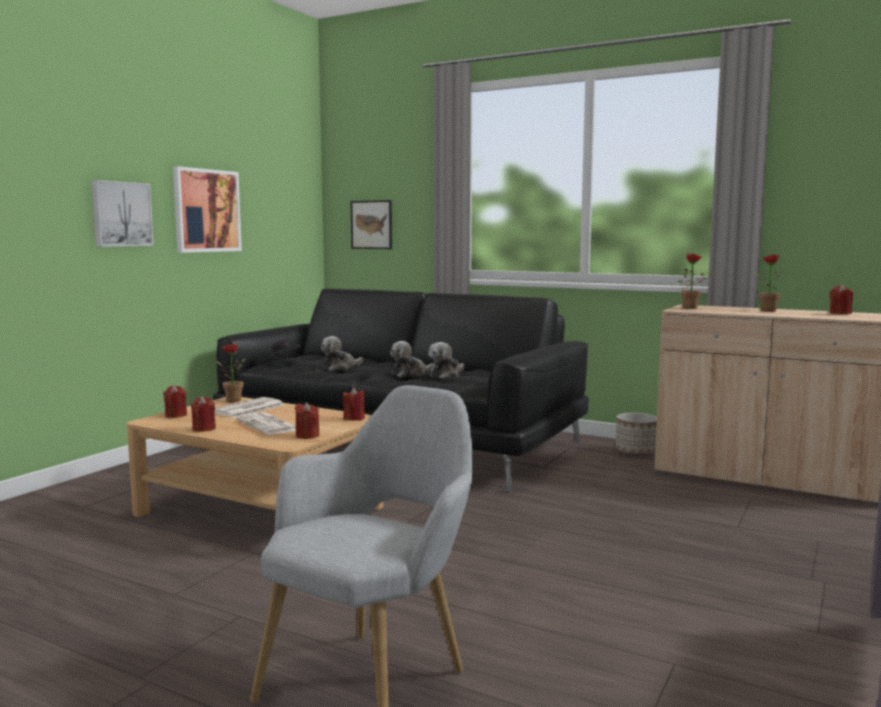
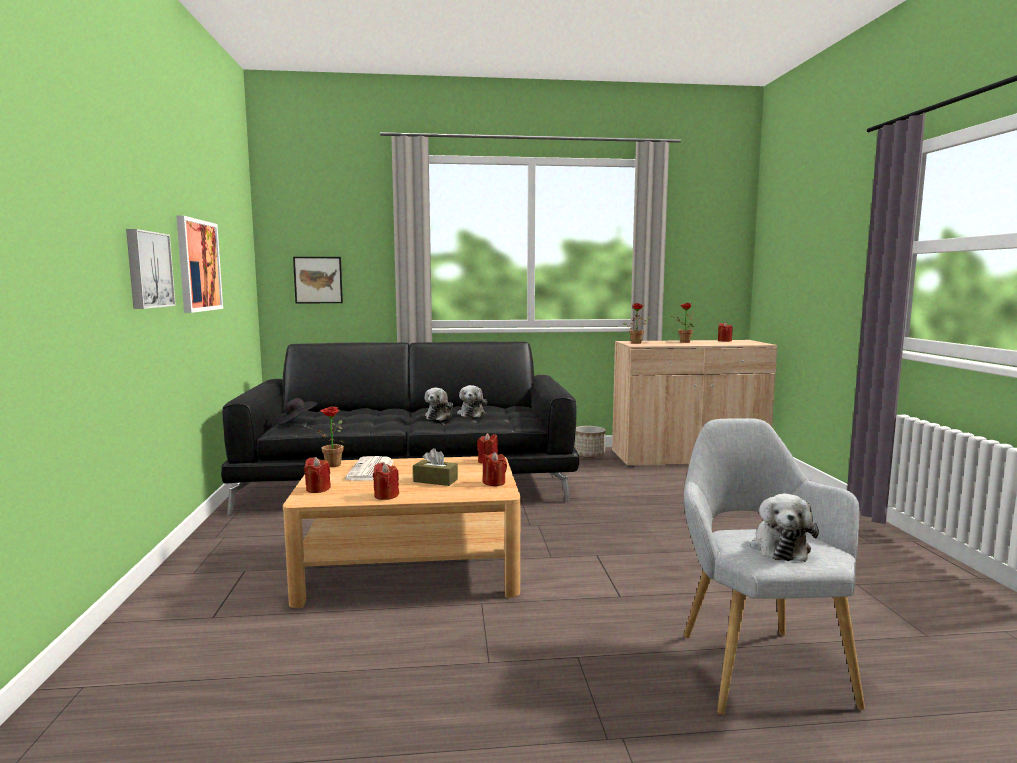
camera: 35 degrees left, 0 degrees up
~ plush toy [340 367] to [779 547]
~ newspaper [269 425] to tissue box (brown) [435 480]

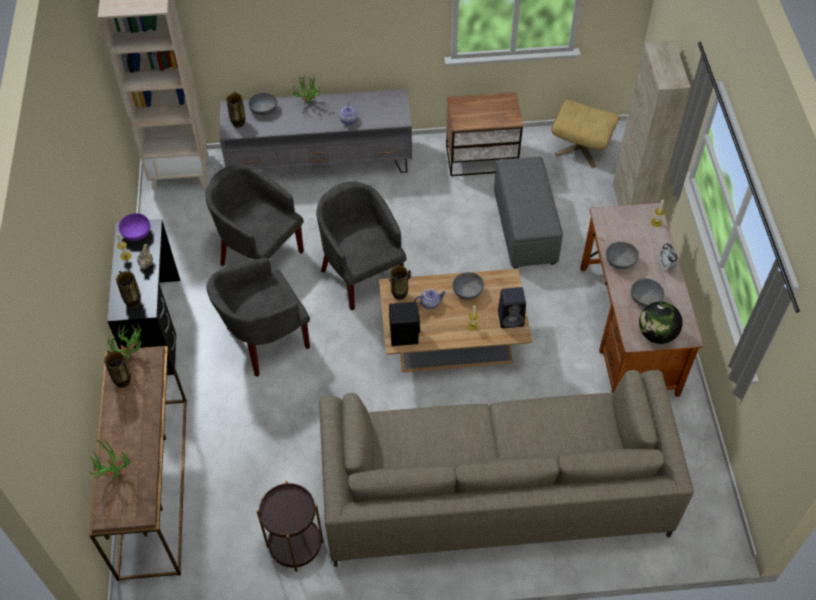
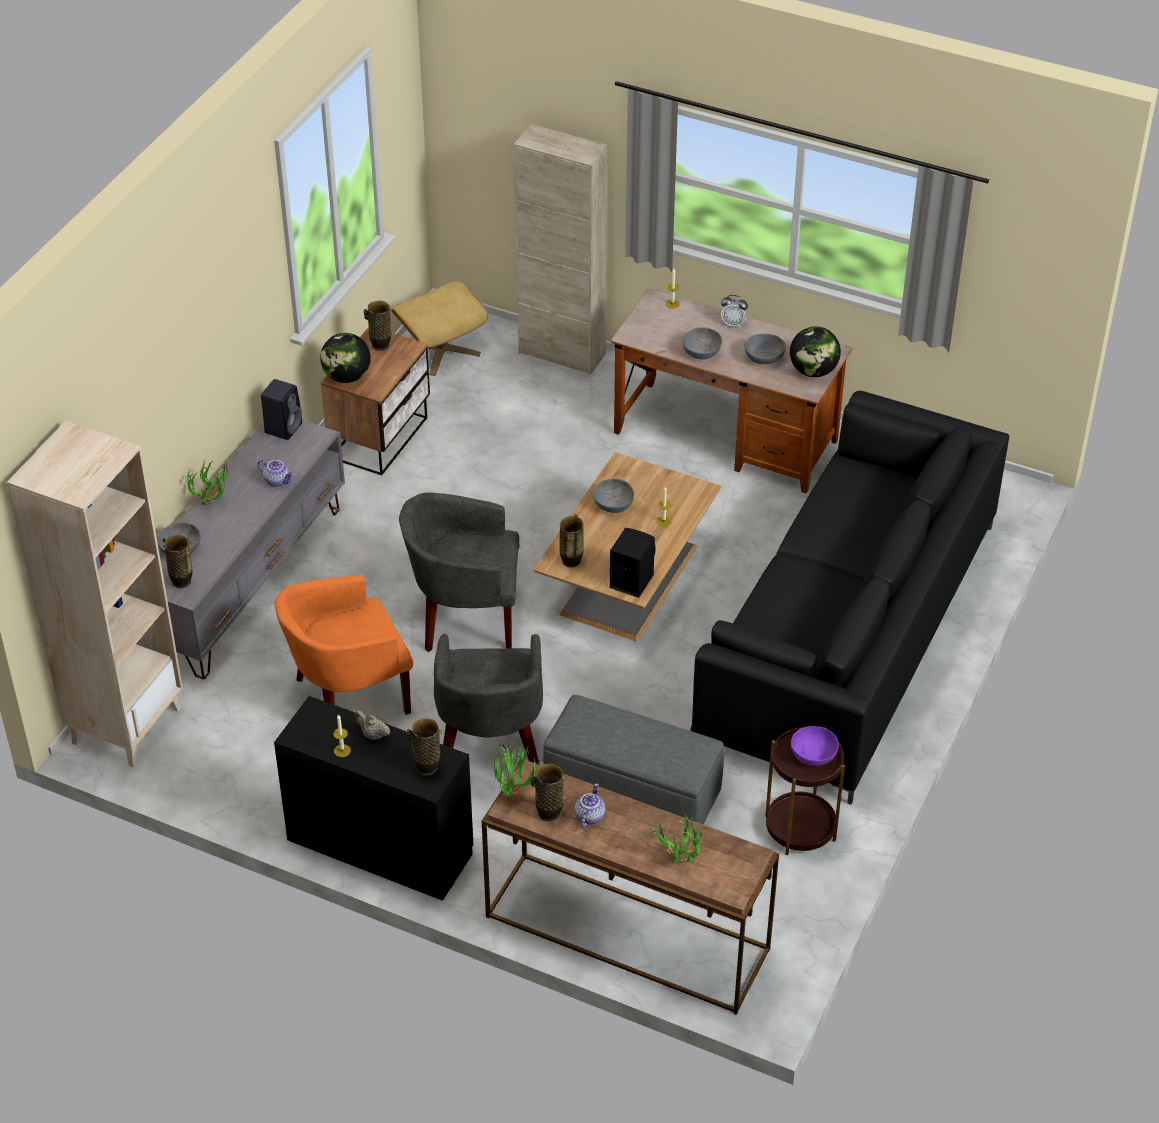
camera: 60 degrees left, 10 degrees down
~ ottoman (grey) [525 228] to [633 793]
~ armchair (grey) [260 254] to armchair (orange) [348 699]
~ bowl (purple) [136 233] to [813 755]
~ speaker (black) [511 318] to [284 427]
~ teapot [430 303] to [589 816]
~ sofa (beige) [494 491] to sofa (black) [848 633]
+ vase [380 345]
+ globe [347 377]

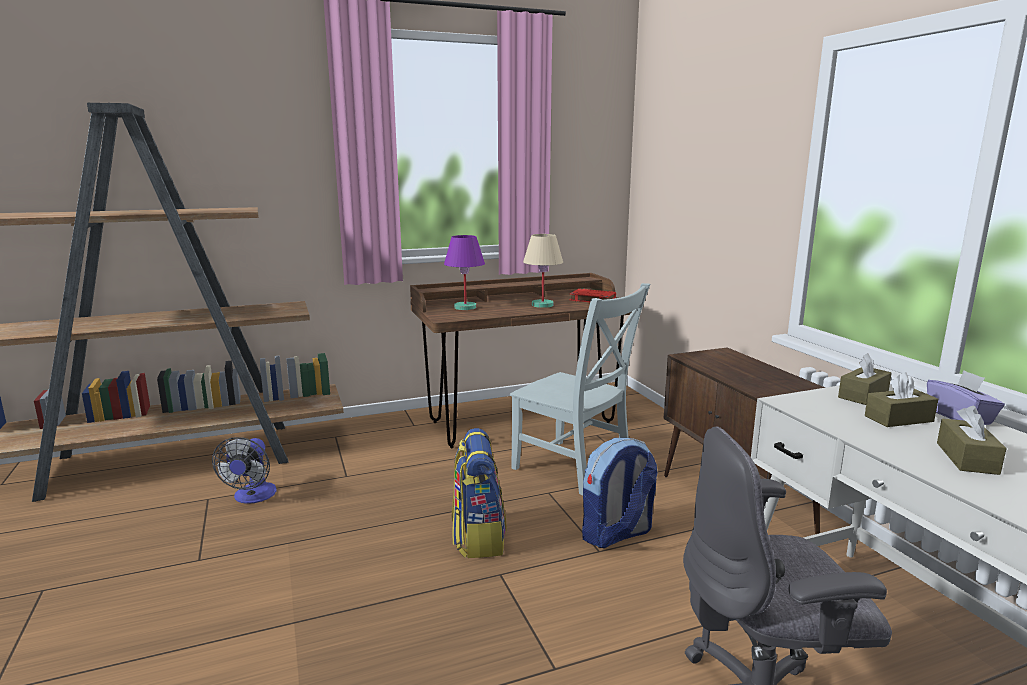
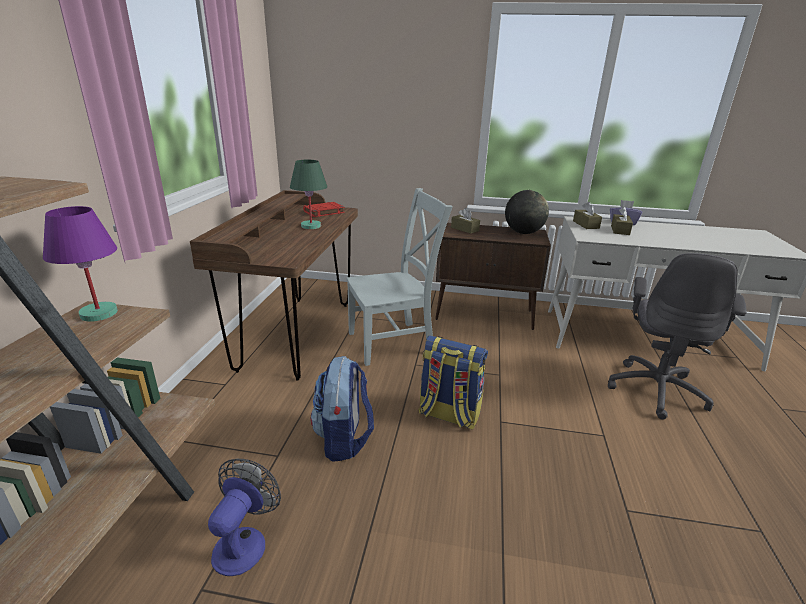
camera: 60 degrees left, 10 degrees up
~ table lamp (beige) [542 305] to table lamp (green) [310 226]
~ table lamp (purple) [465 307] to [99 314]
~ tissue box (brown) [966 458] to [464 229]
~ fan [252 497] = [244 541] 105 degrees counterclockwise
~ backpack [616 534] to [344 439]
+ globe [523 233]

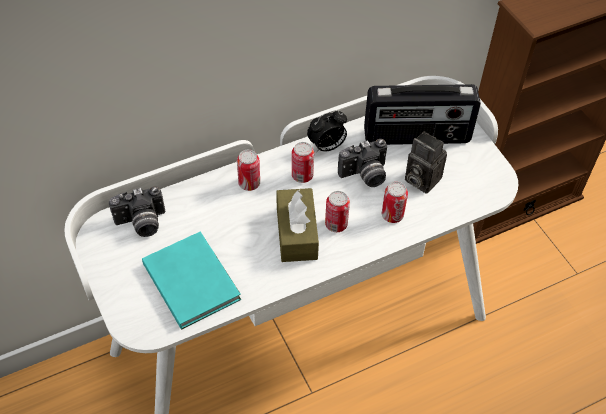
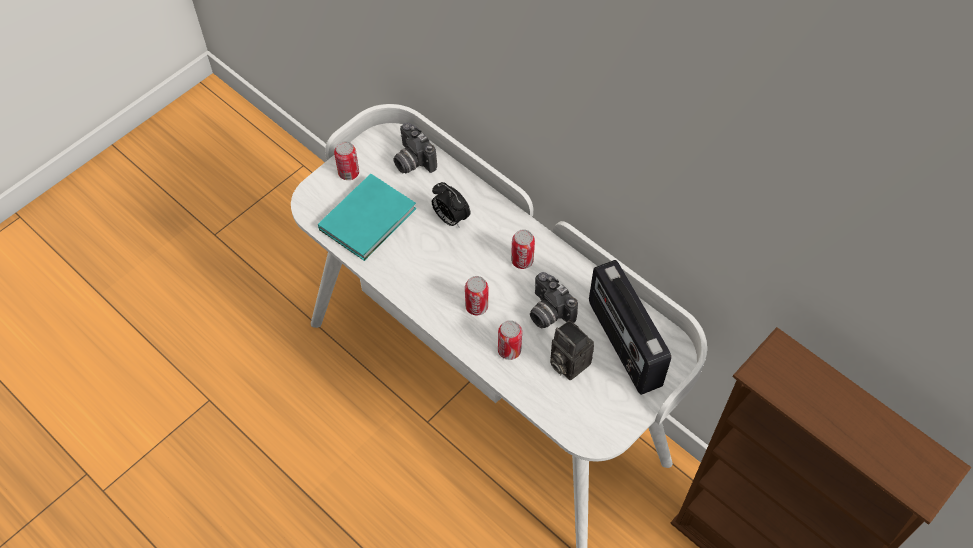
camera: 70 degrees right, 5 degrees up
~ alarm clock [327 147] to [450 218]
~ photo camera [420 179] = [567 362] 60 degrees counterclockwise
~ can [249 183] to [348 173]
- tissue box (brown) [296 233]

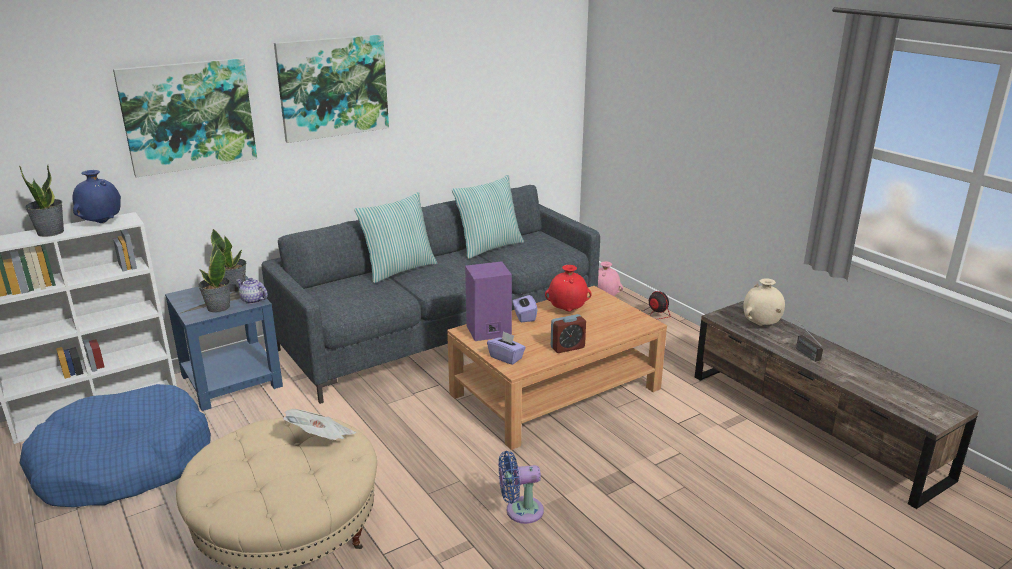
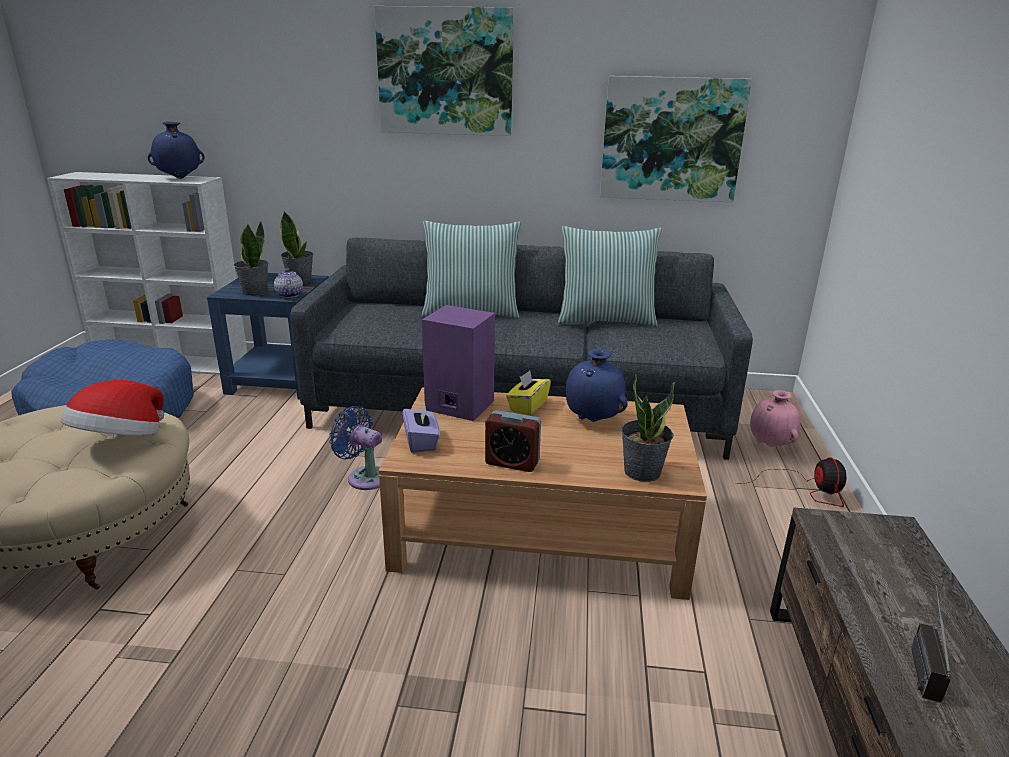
camera: 40 degrees right, 0 degrees up
~ picture [188 116] to [671 139]
~ potted plant [50 232] to [642 471]
~ vase (red) [567 310] to vase (blue) [593 420]
- vase (beige) [760 325]
~ tissue box (purple) [524 316] to tissue box (yellow) [527 406]
~ newspaper [321 439] to hat [121 441]
~ fan (blue) [520 511] to [364 477]

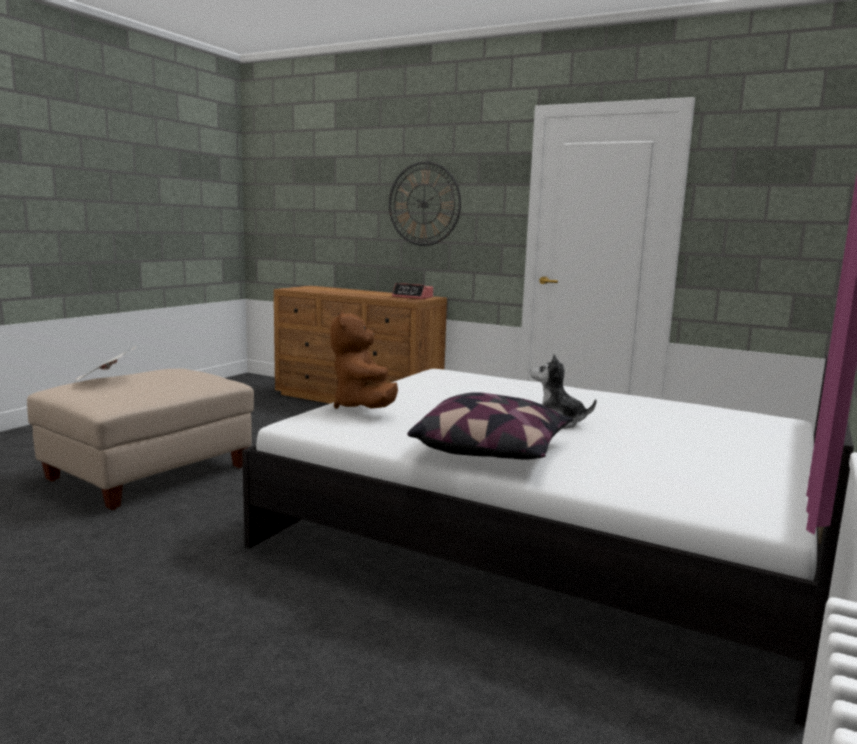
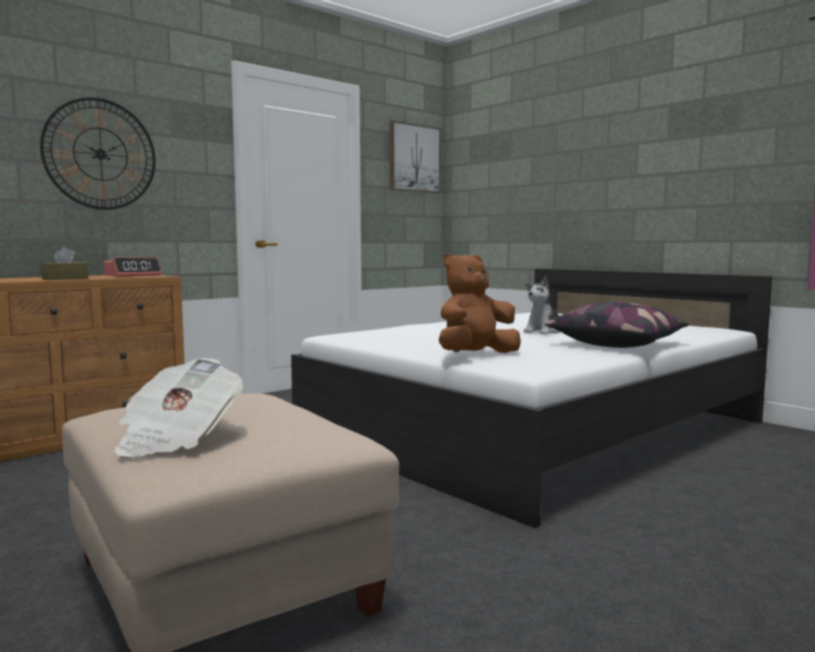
camera: 70 degrees left, 5 degrees down
~ plush toy (brown) [364 408] = [475 355] 135 degrees clockwise
+ picture [414 158]
+ tissue box (brown) [65 279]

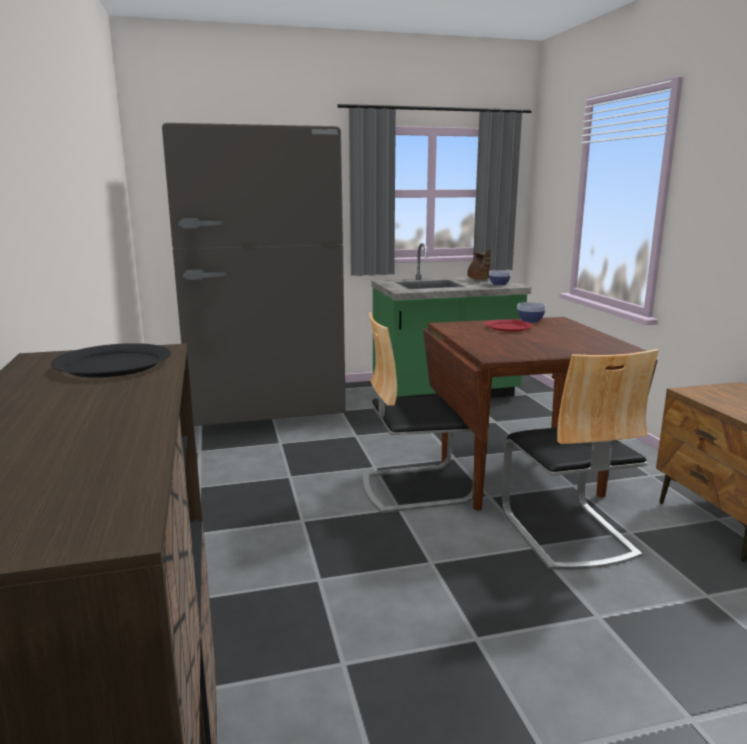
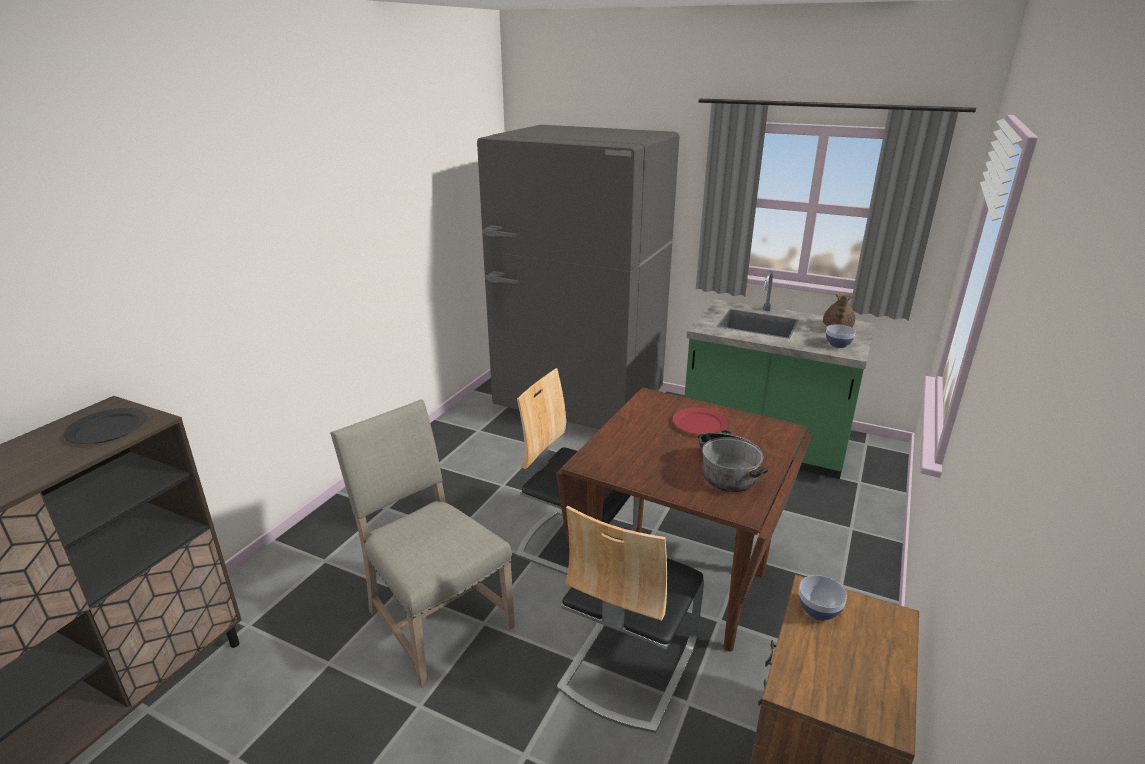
camera: 40 degrees right, 10 degrees up
~ bowl [530 321] to [818 611]
+ chair (beige) [434 618]
+ cooking pot [727 471]

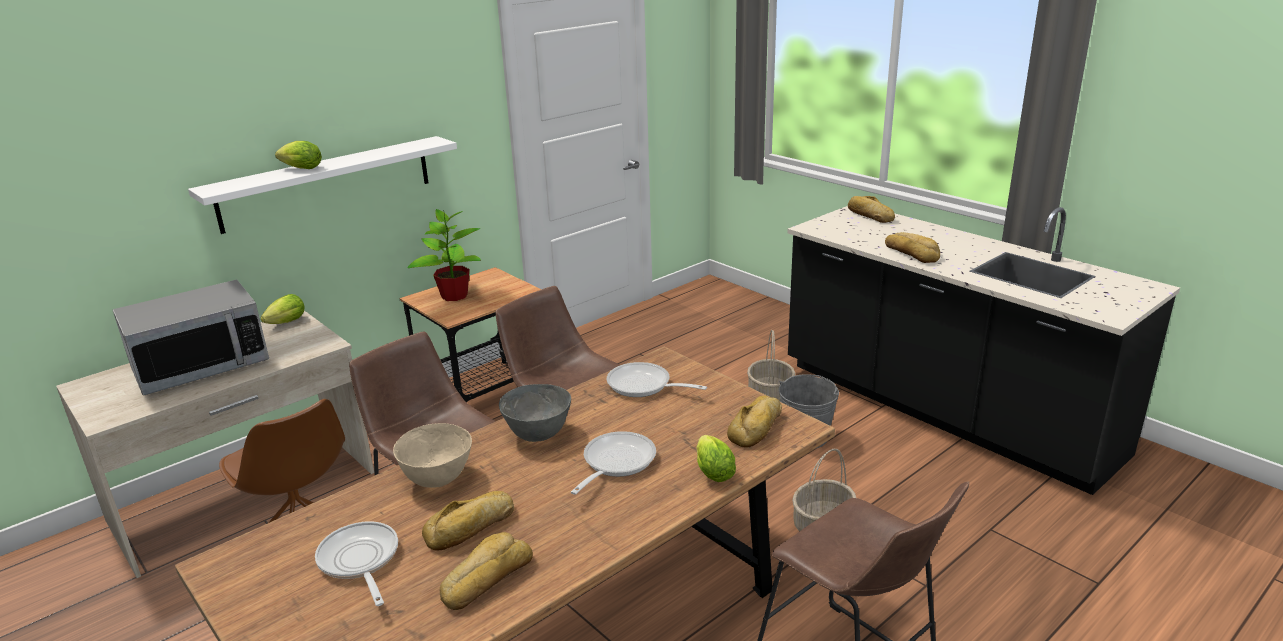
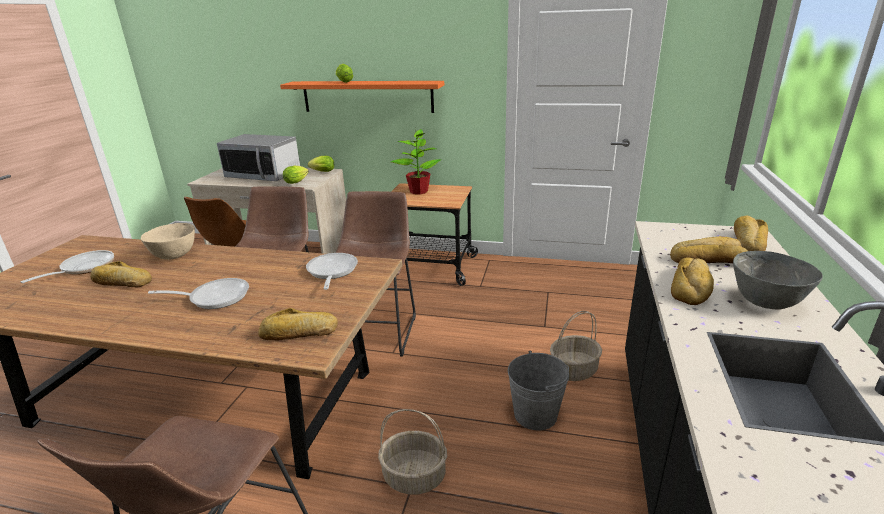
camera: 55 degrees right, 0 degrees up
~ shelf (white) [327 183] to shelf (orange) [367 96]
~ bowl (grey) [538 435] to [765 303]
~ lettuce [712 470] to [297 182]
~ bread [485 578] to [707 259]

